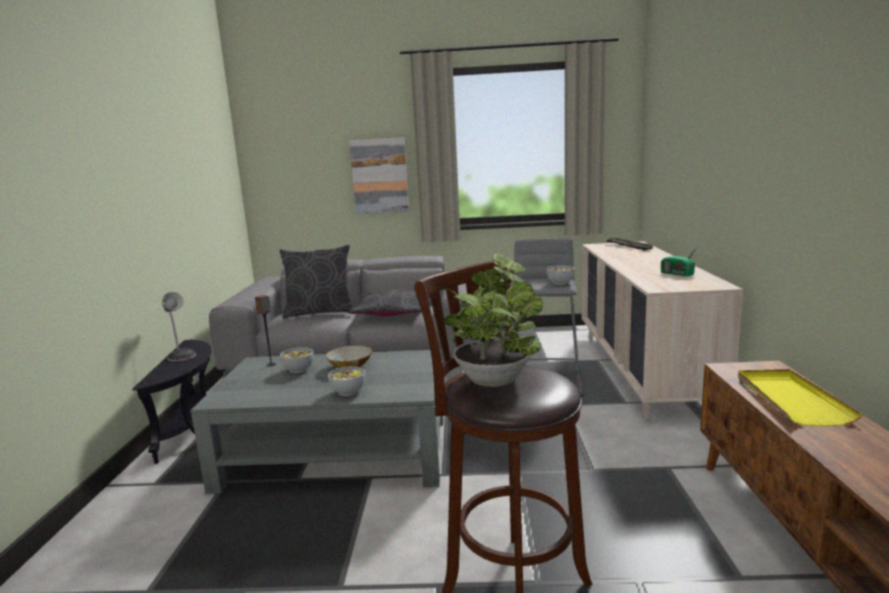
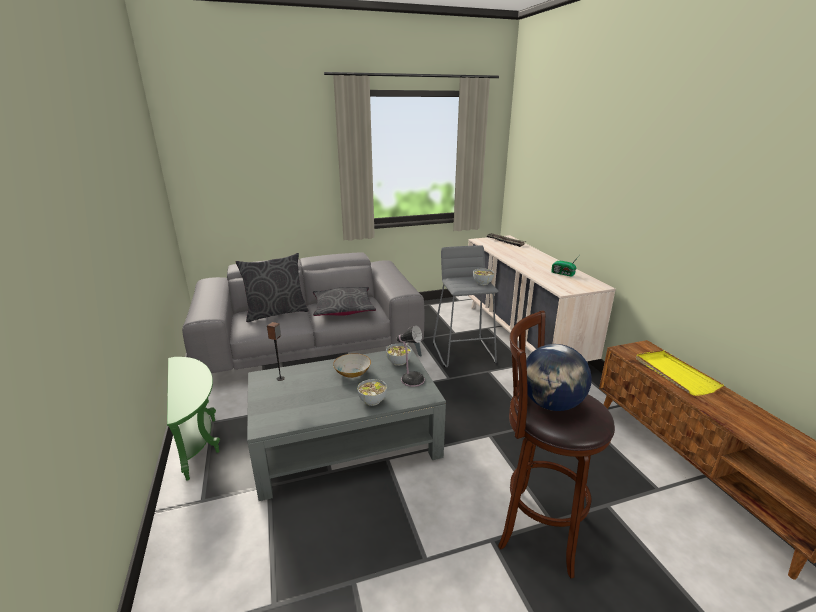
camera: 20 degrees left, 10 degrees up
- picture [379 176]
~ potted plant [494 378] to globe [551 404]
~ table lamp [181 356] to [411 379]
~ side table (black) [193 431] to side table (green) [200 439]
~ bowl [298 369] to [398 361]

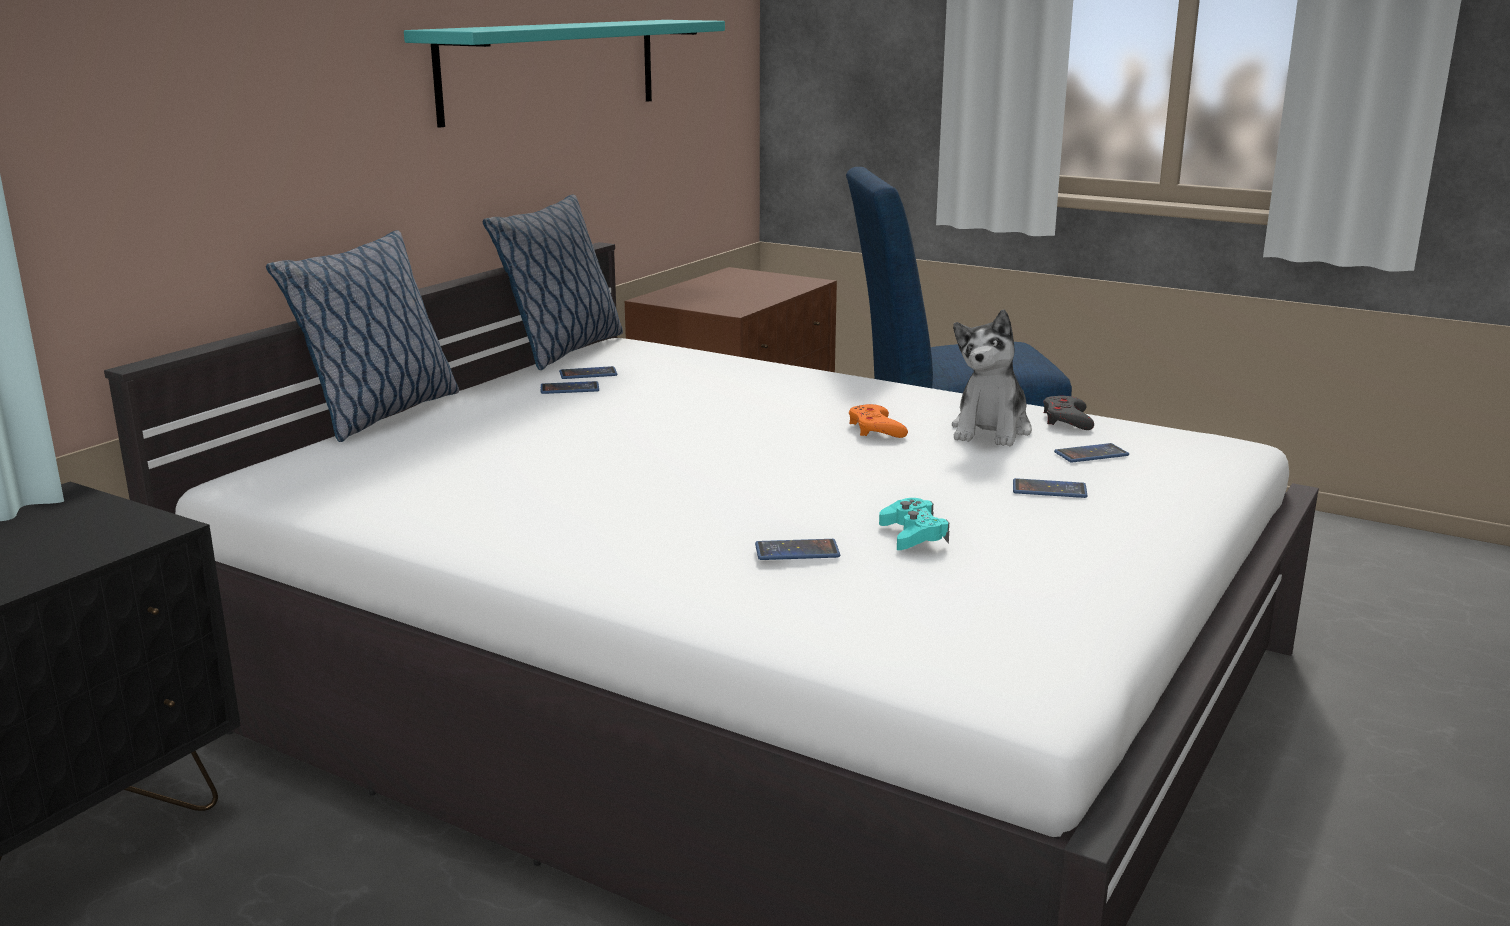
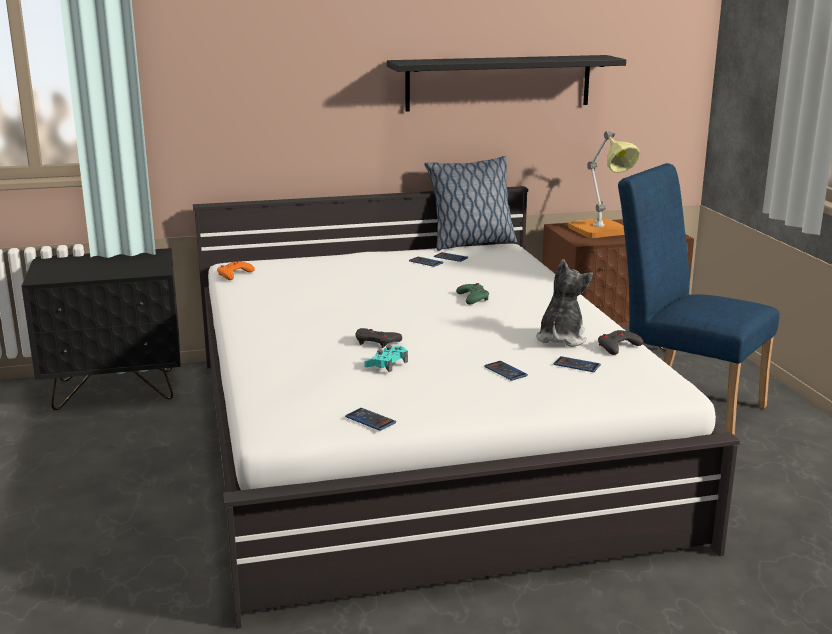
camera: 45 degrees right, 0 degrees up
~ shelf (turquoise) [551 69] to shelf (black) [498 82]
- pillow [380 414]
~ plush toy [991 430] = [561 338] 135 degrees clockwise
~ game controller (orange) [875 429] to [234 274]
~ phone [797 551] to [370 420]
+ table lamp [602 232]
+ game controller (green) [473 298]
+ game controller (grey) [376 342]

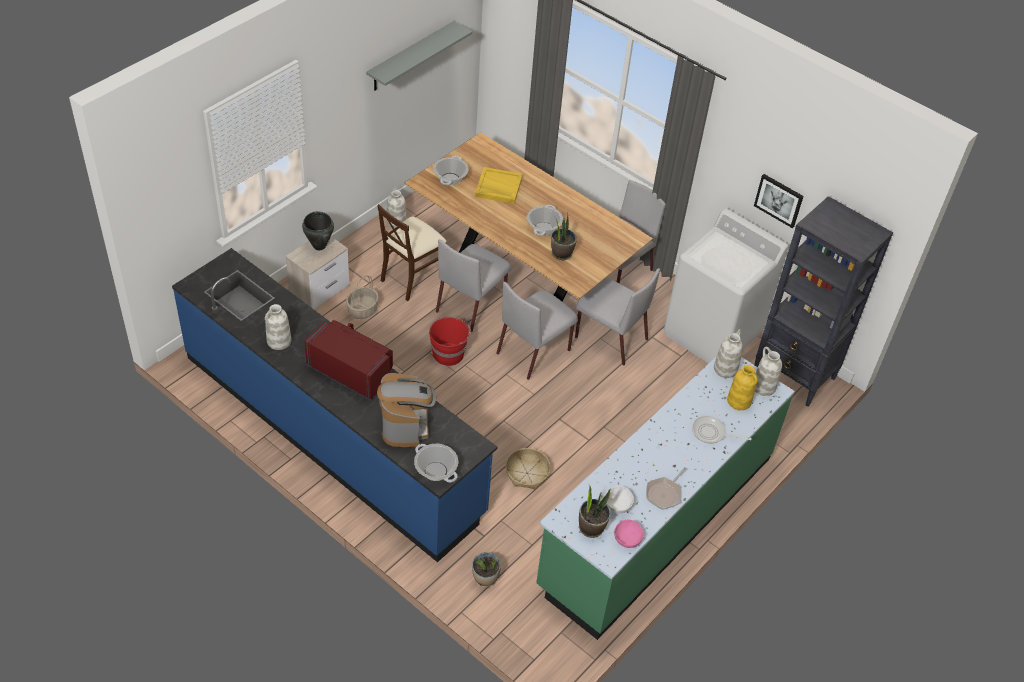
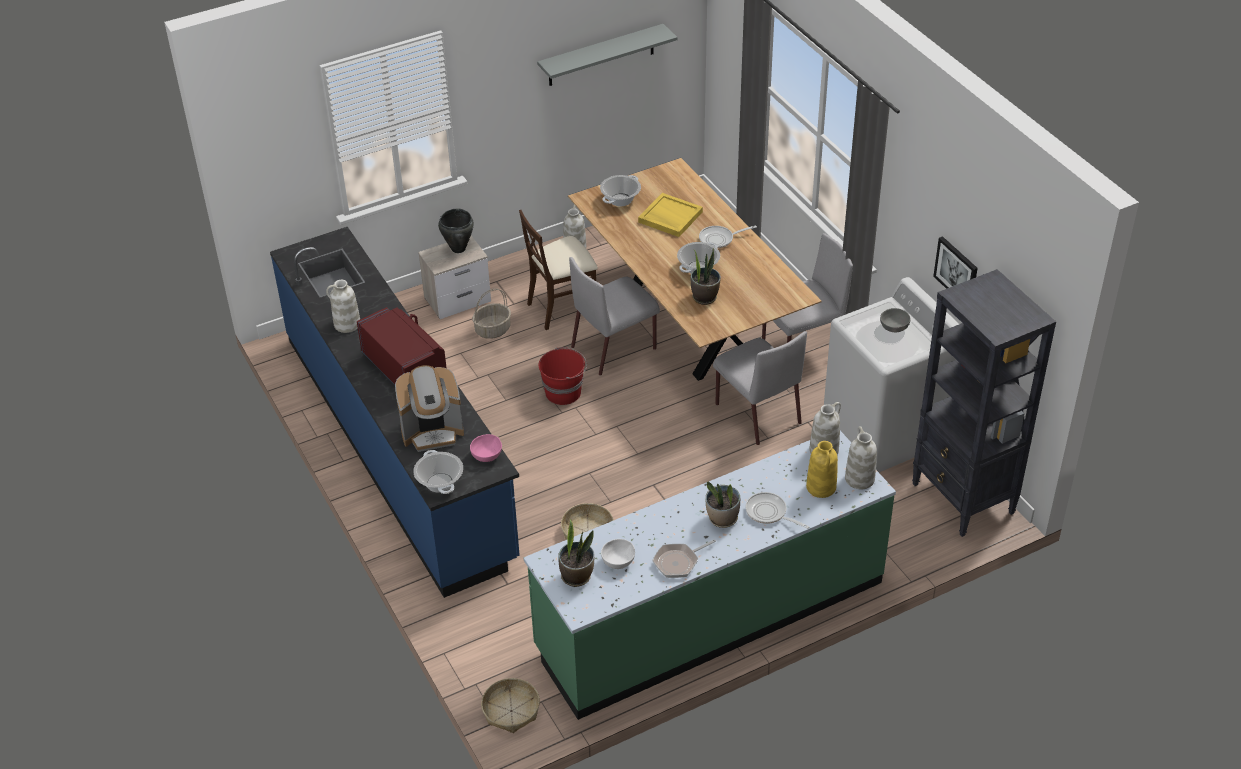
camera: 25 degrees right, 5 degrees down
- chair (grey) [534 351]
~ coffee machine [405 425] = [432 431] 60 degrees clockwise
~ bowl (pink) [628 539] to [487 456]
~ potted plant [485 578] to [722 519]
+ frying pan [719 239]
+ bowl (grey) [894 328]
+ basket [511 711]

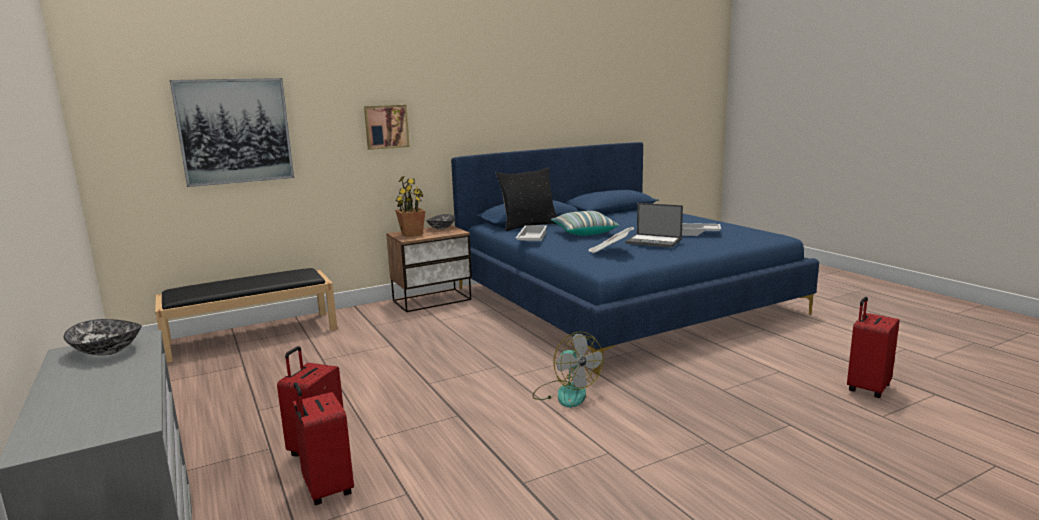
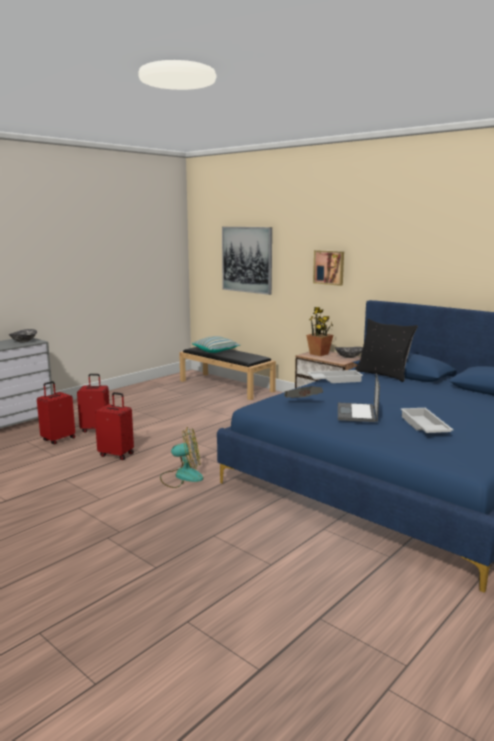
camera: 70 degrees right, 0 degrees up
~ pillow [583 232] to [216 351]
~ suitcase (red) [867 388] to [117 454]
~ fan [566 393] = [182 476] 135 degrees counterclockwise

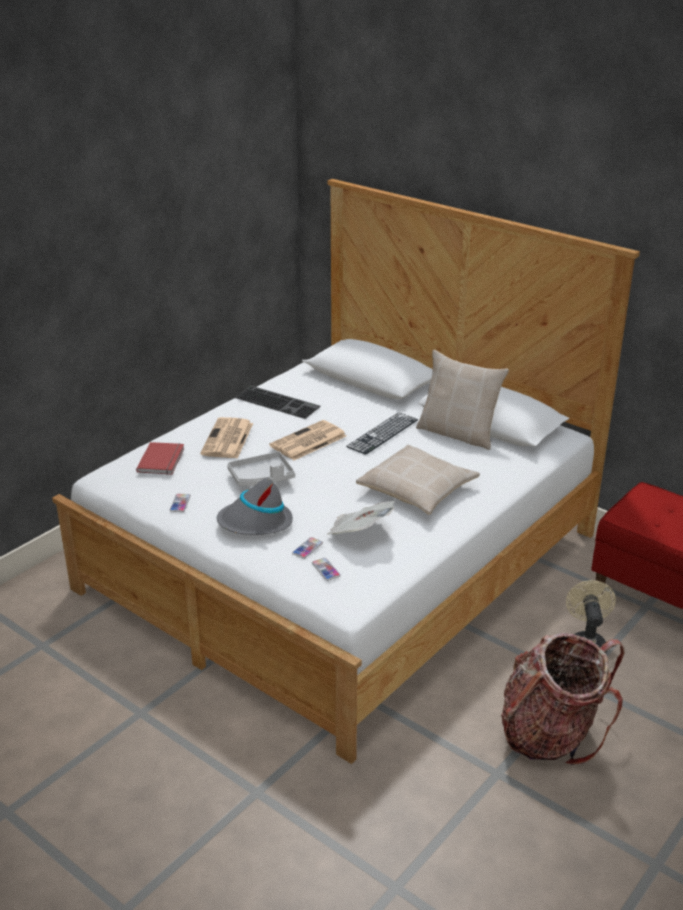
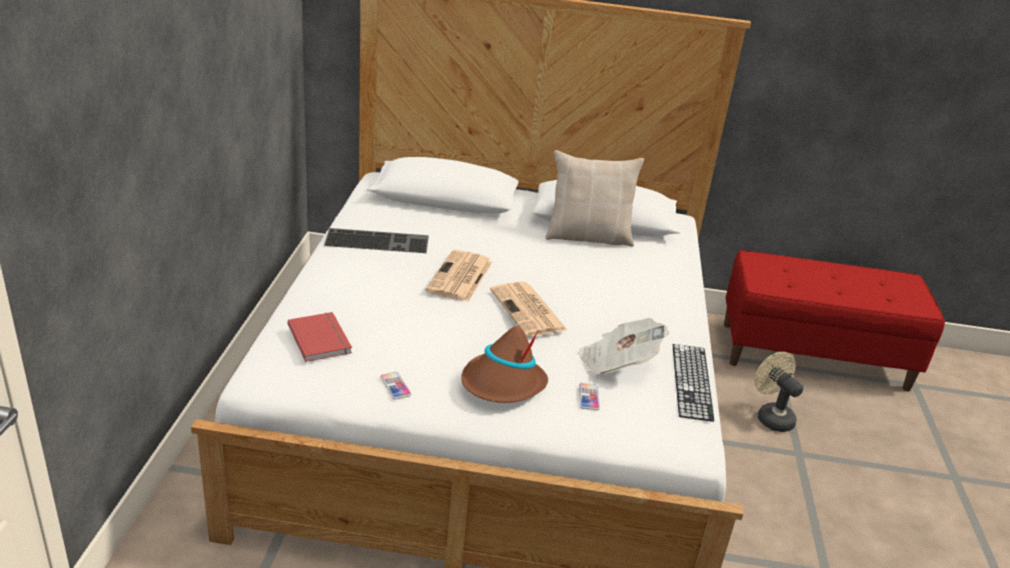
camera: 35 degrees left, 0 degrees up
~ keyboard [382 433] to [692 381]
~ newspaper [227 439] to [528 310]
- pillow (beige) [417 490]
- tray (grey) [262 477]
~ hat (grey) [255 523] to hat (brown) [503 384]
- phone [326 570]
- backpack [551 734]

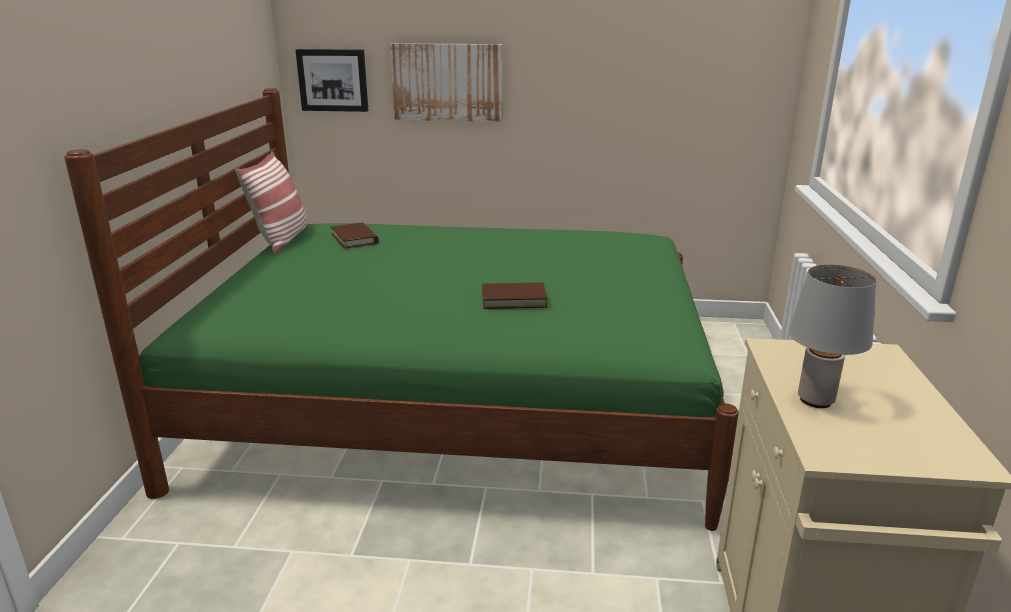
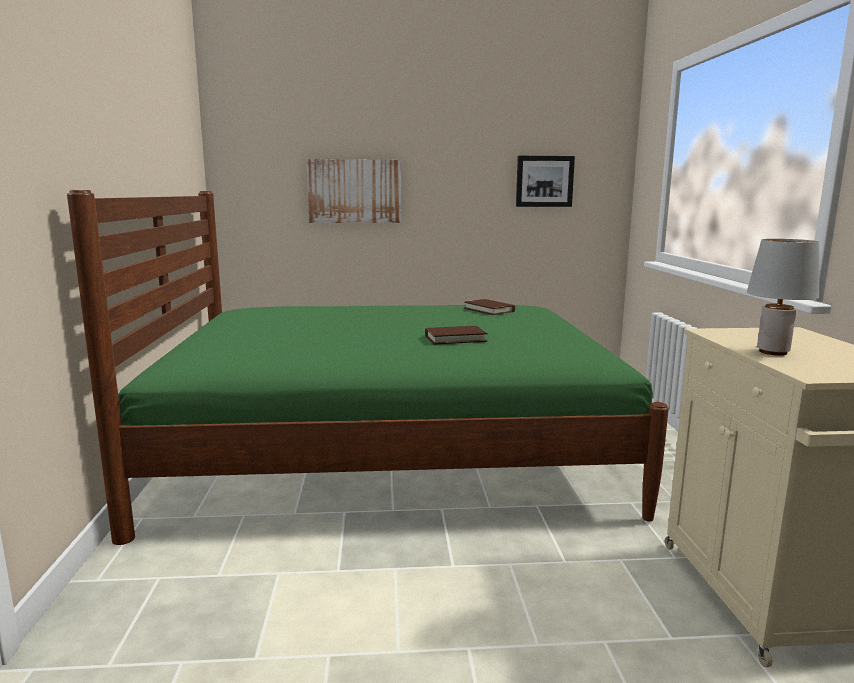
camera: 10 degrees left, 10 degrees down
~ picture [333 80] to [544 181]
- pillow [282 239]
~ book (brown) [354 238] to [489 310]

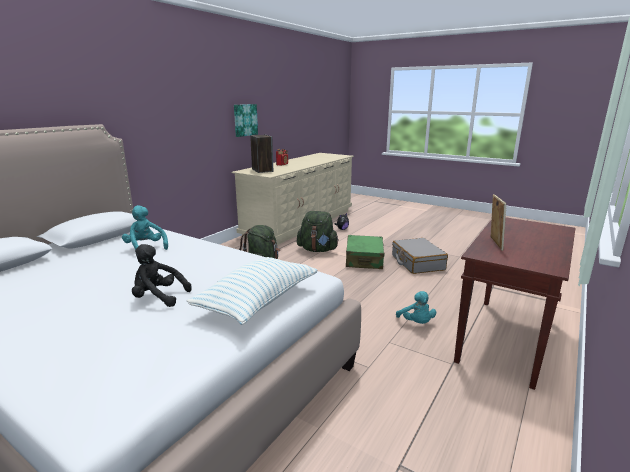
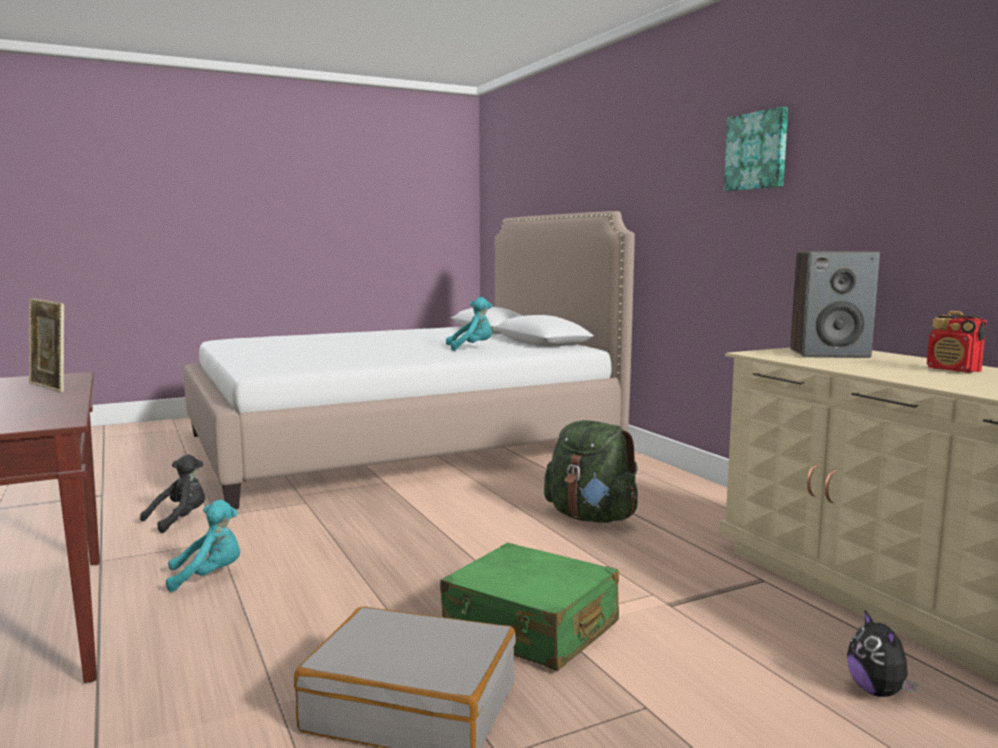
camera: 120 degrees right, 10 degrees down
~ picture [245 120] to [757 151]
- backpack (green) [317 250]
~ plush toy (black) [158 297] to [180 520]
- pillow [258 301]
~ plush toy (turquoise) [416 323] = [209 576] 150 degrees clockwise

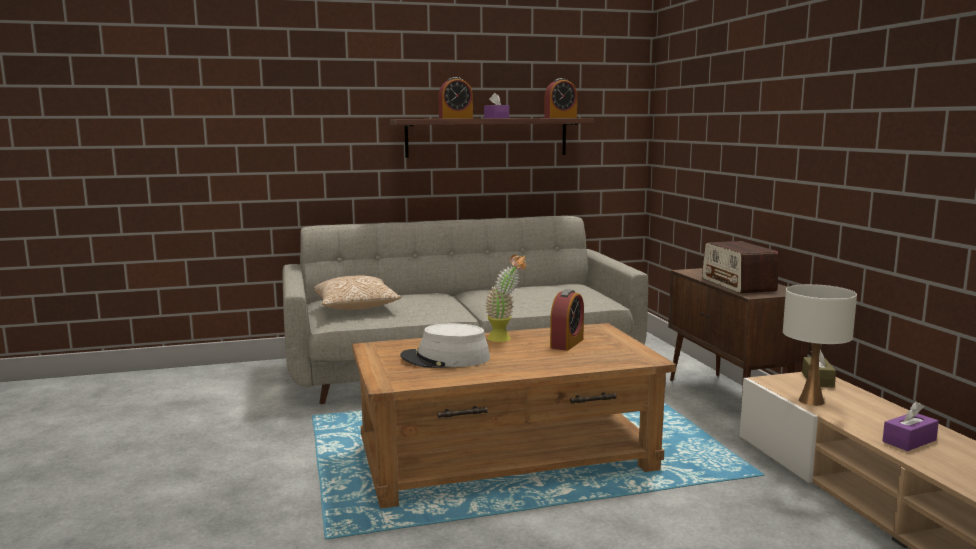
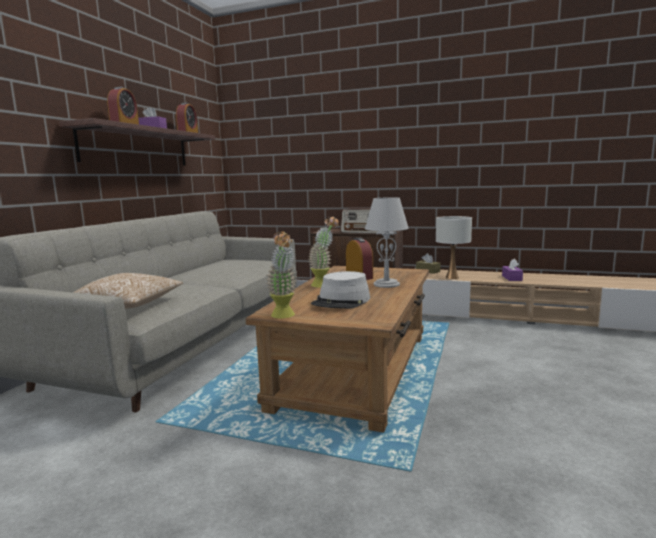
camera: 55 degrees left, 0 degrees up
+ table lamp (grey) [386 284]
+ potted plant [284 316]

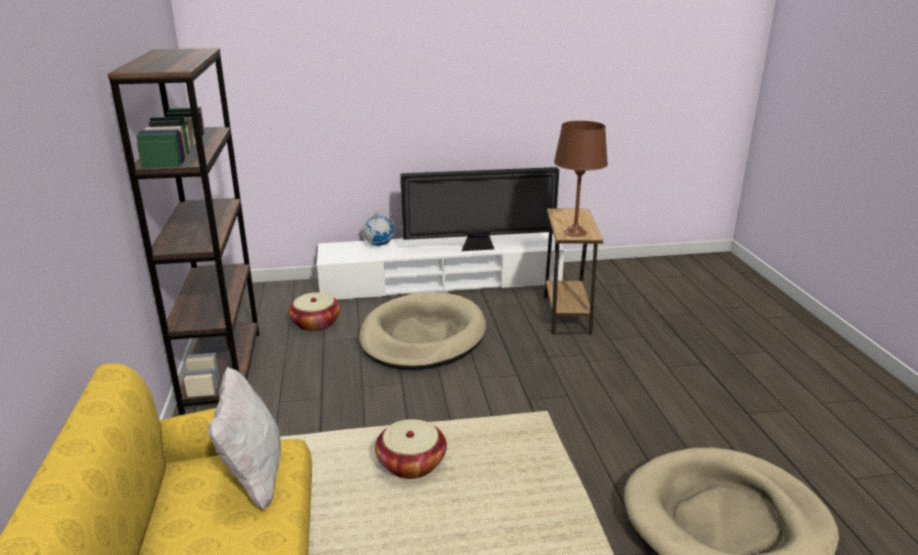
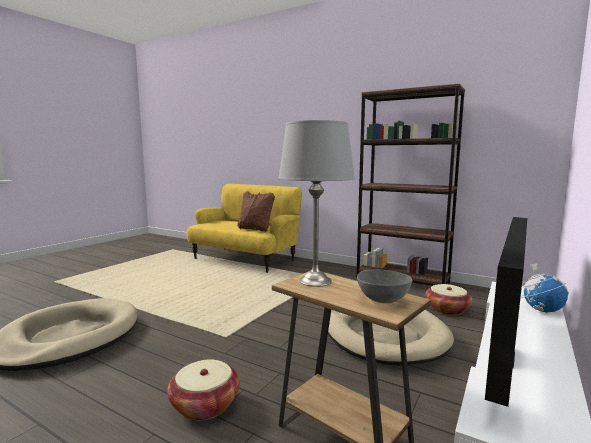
camera: 130 degrees right, 15 degrees down
~ table lamp (brown) [575 232] to table lamp (grey) [314 281]
~ pillow (white) [254 479] to pillow (brown) [255 229]
~ basket [411 463] to [205 405]
+ bowl (grey) [383 300]

